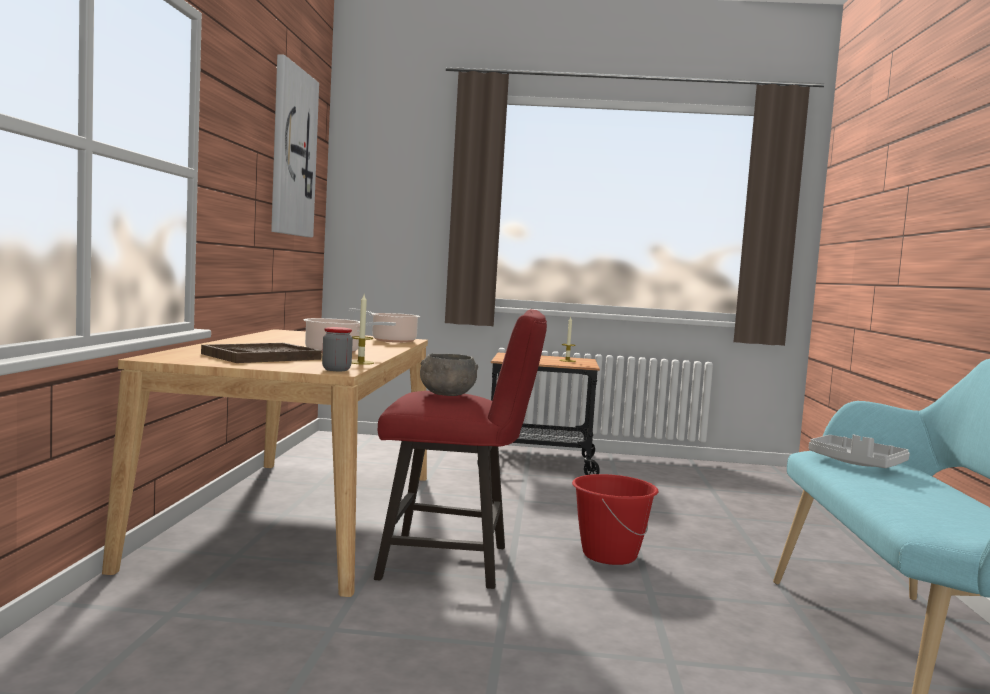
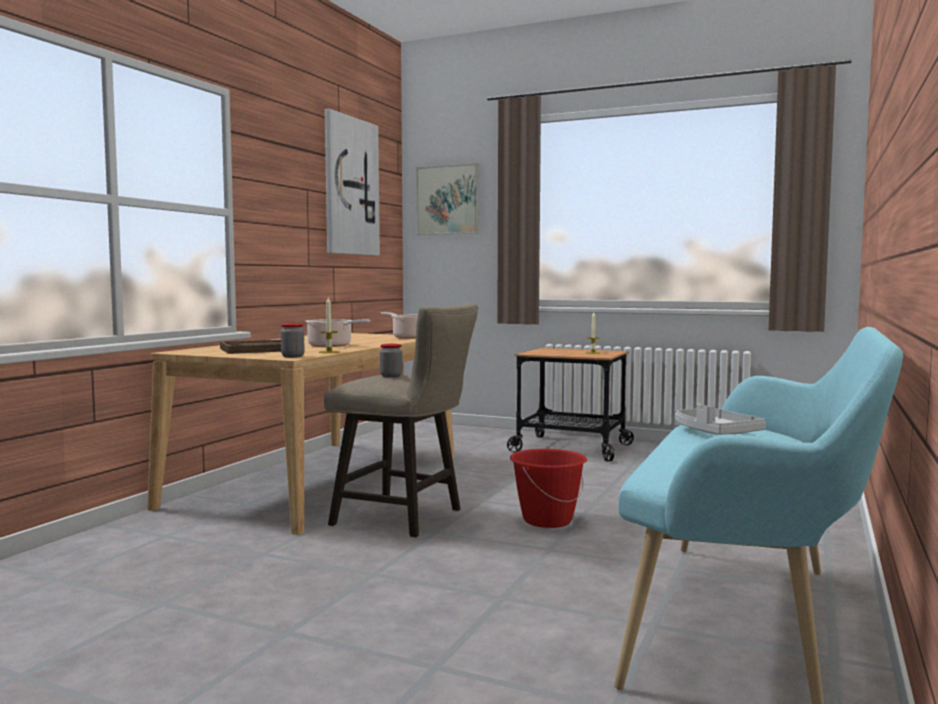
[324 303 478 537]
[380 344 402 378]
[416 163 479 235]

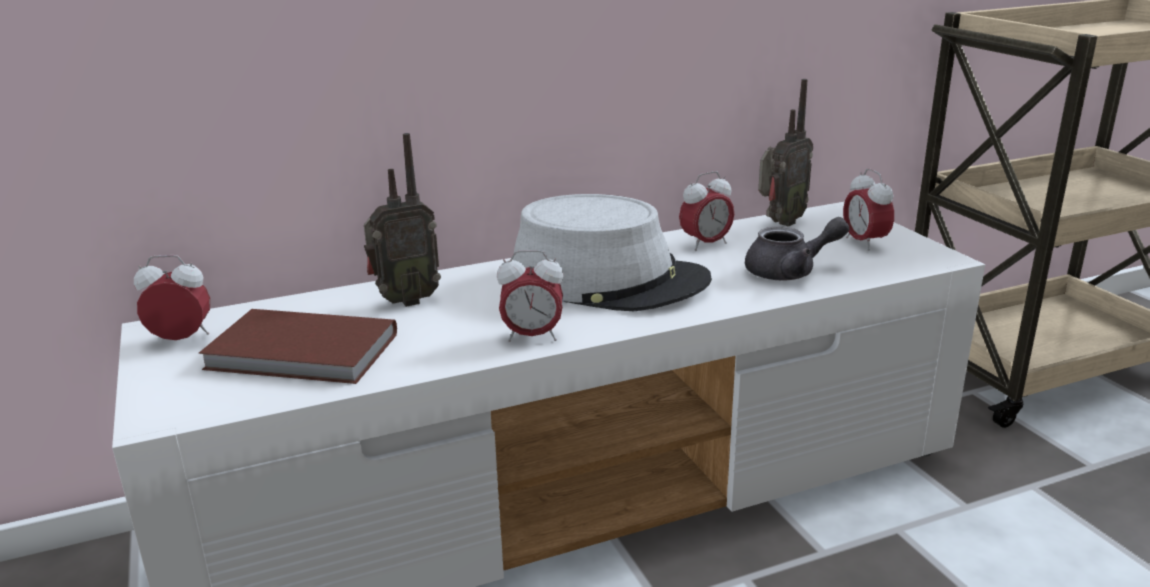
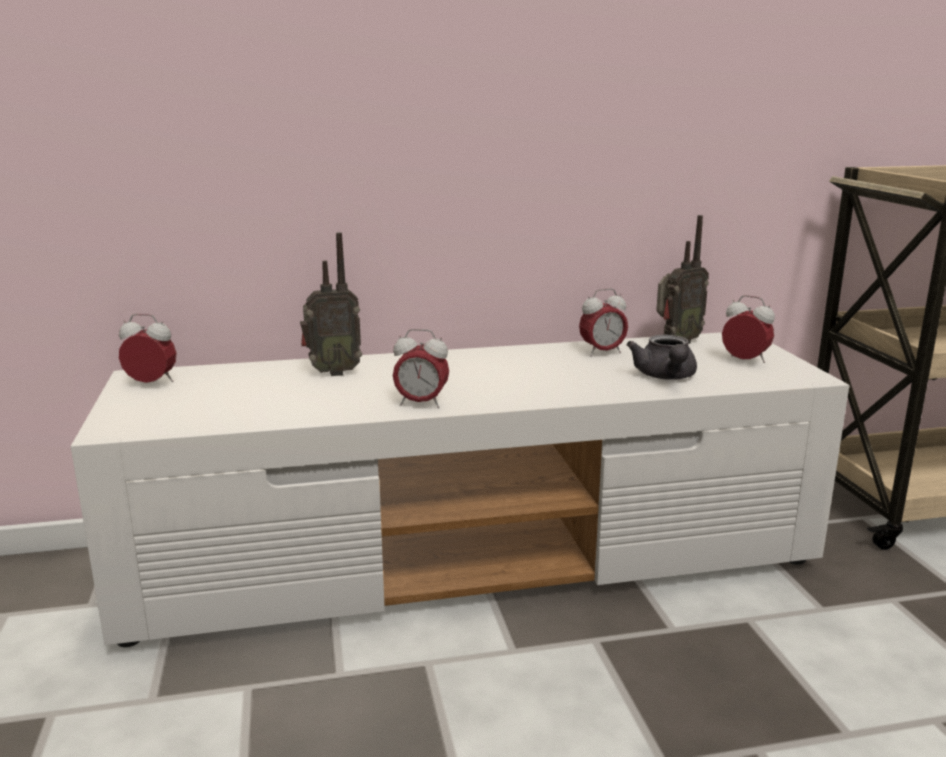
[722 295 775 363]
[513 194 712 311] (first image)
[627 334 697 380]
[199 309 397 384] (first image)

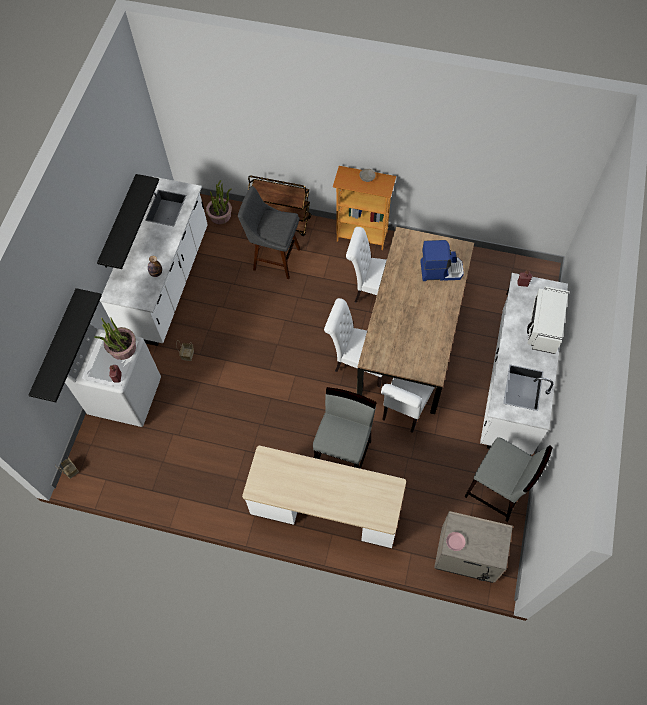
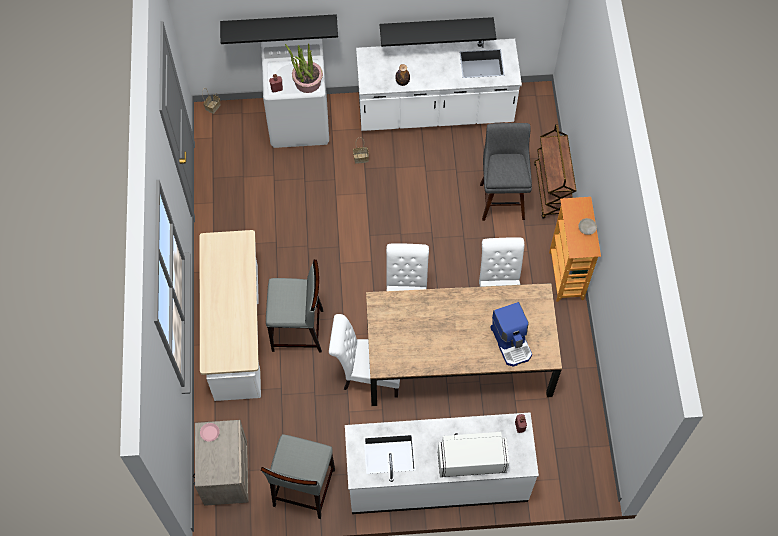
[206 180 232 224] (first image)

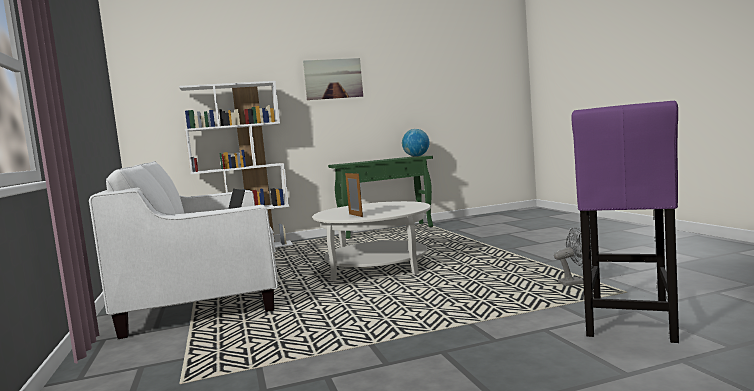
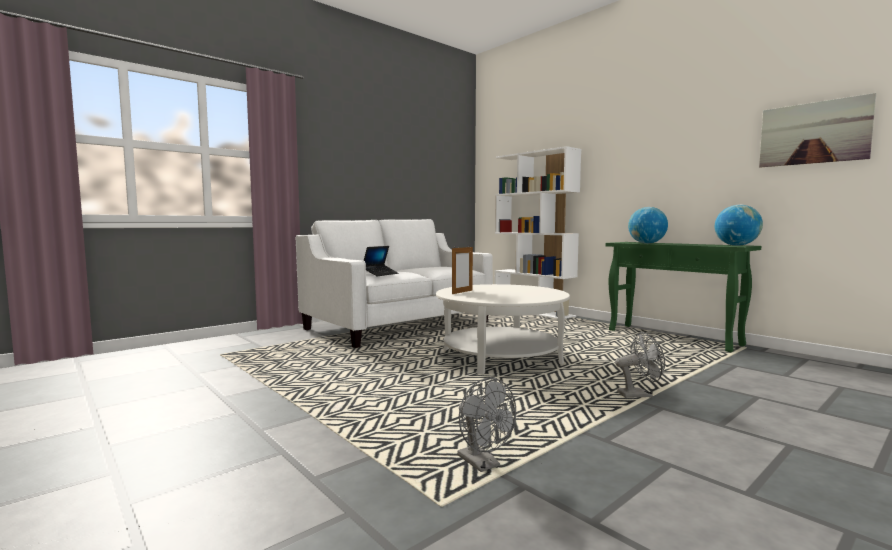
[759 93 876 168]
[572 101 679 343] (first image)
[628 207 668 244]
[615 332 665 398]

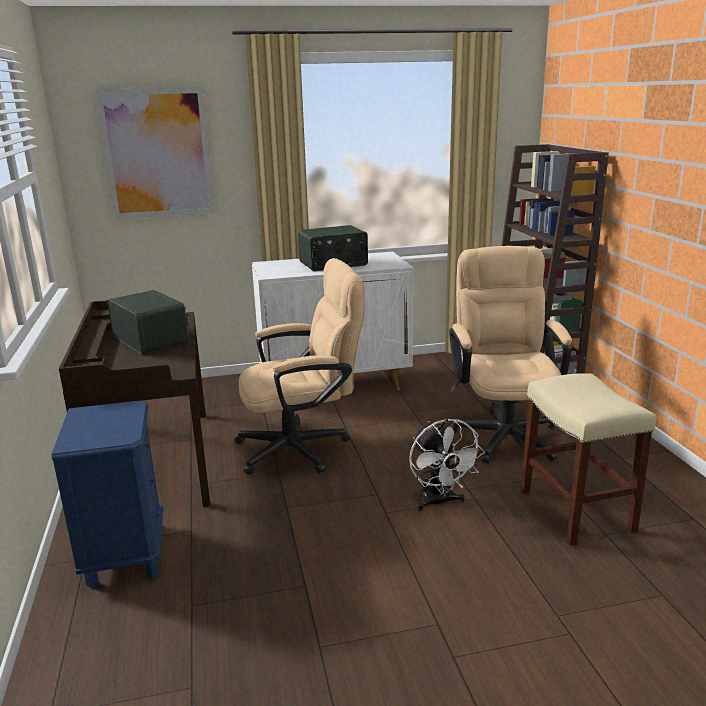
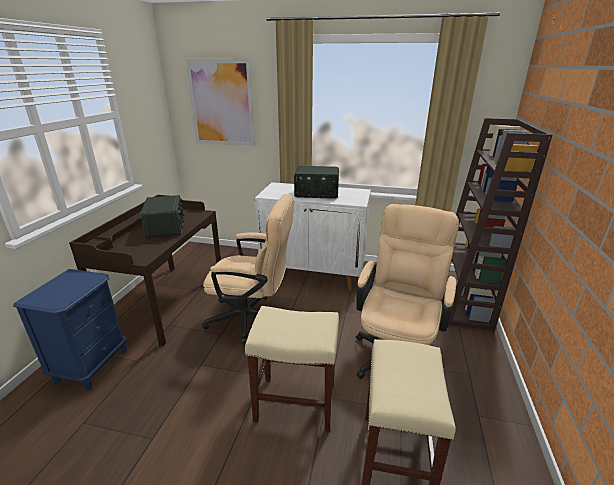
[245 306 339 432]

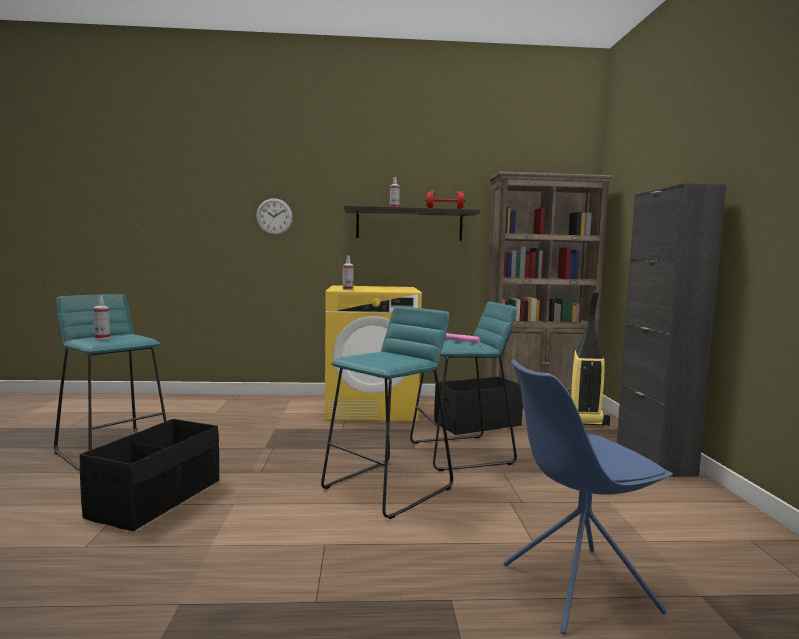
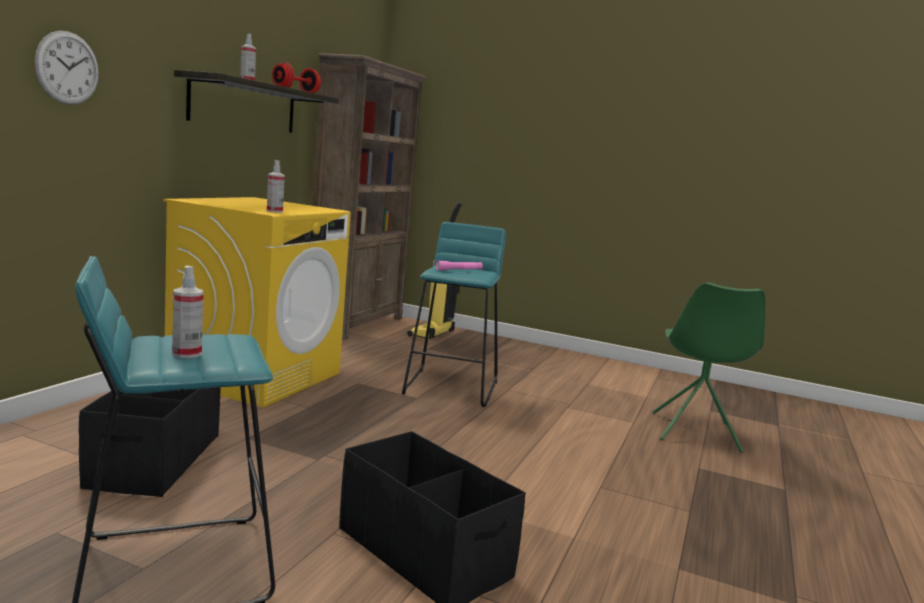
[617 183 726 477] (first image)
[321 306 453 519] (first image)
[652 283 765 453]
[79 387 220 497]

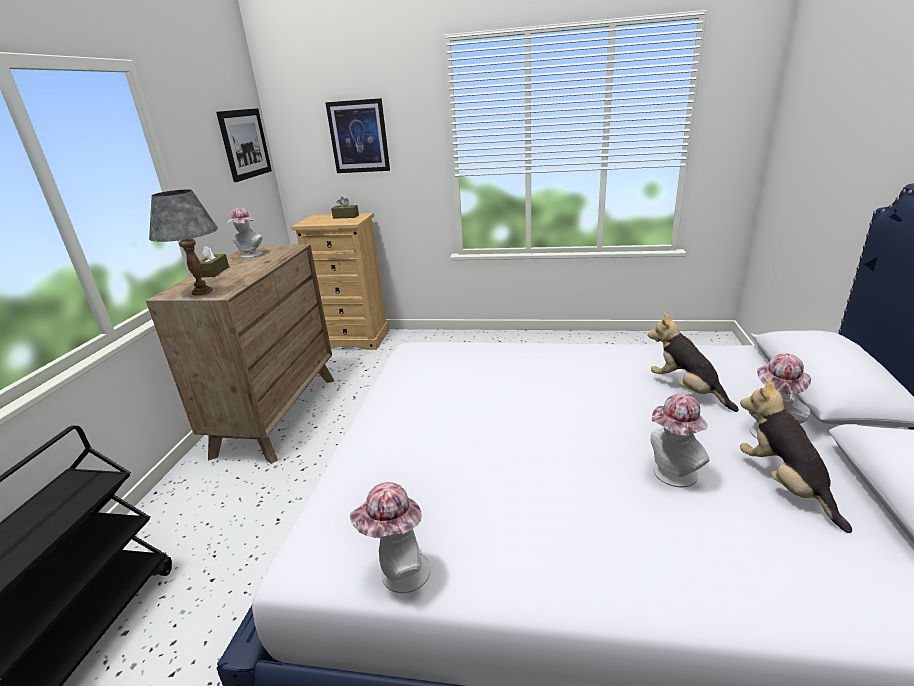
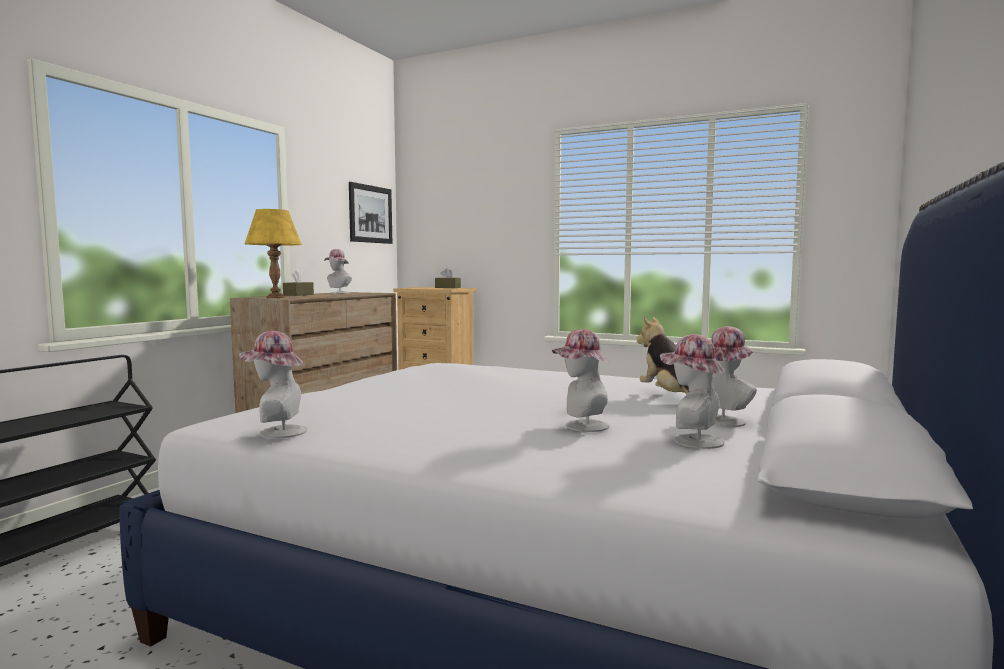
[325 98 390 173] (first image)
[245 209 302 298]
[660 334 725 449]

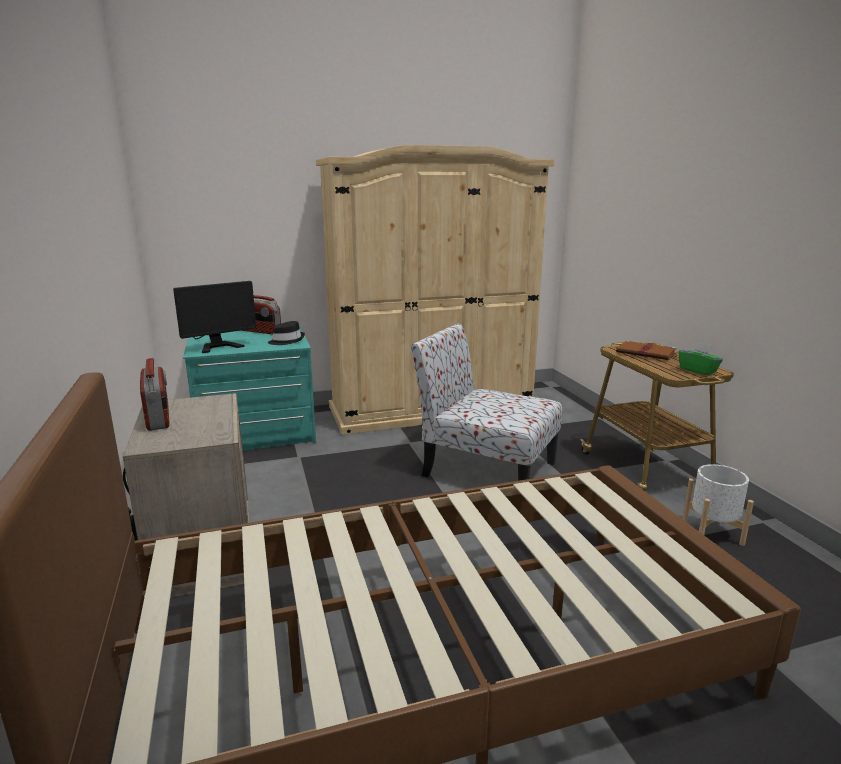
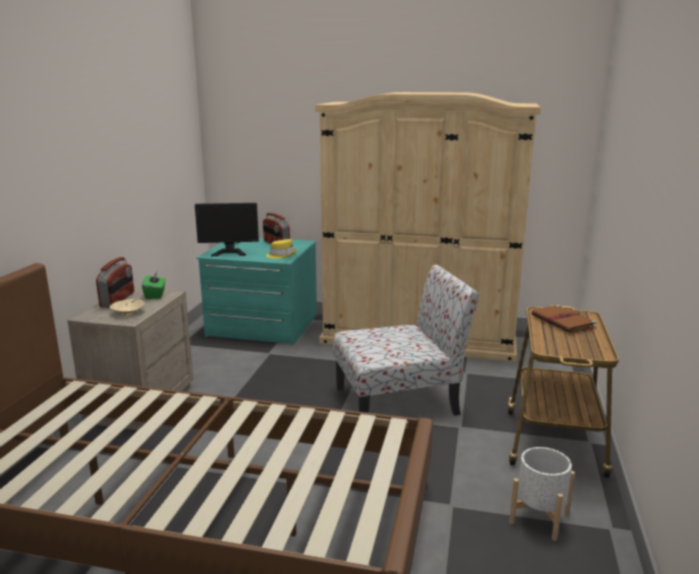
[266 239 297 259]
[333 264 479 416]
[142 271 166 299]
[110 299 145 316]

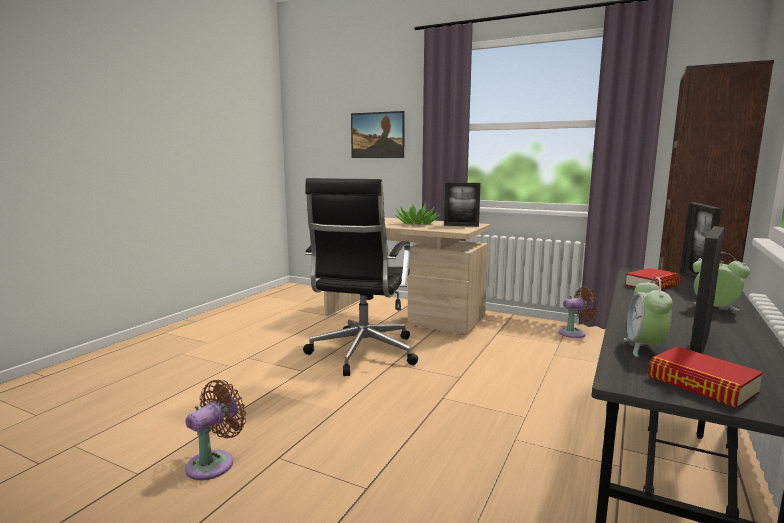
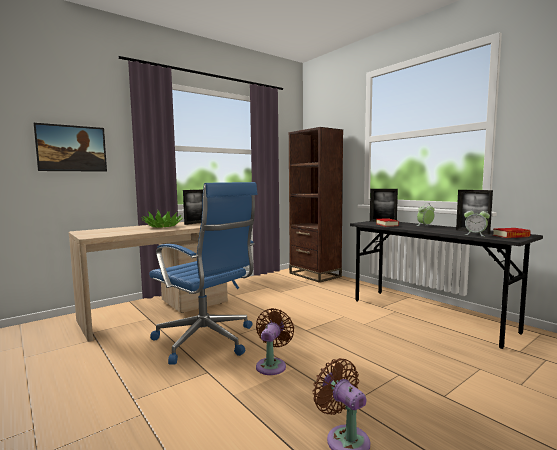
[149 182 258 365]
[256 308 294 375]

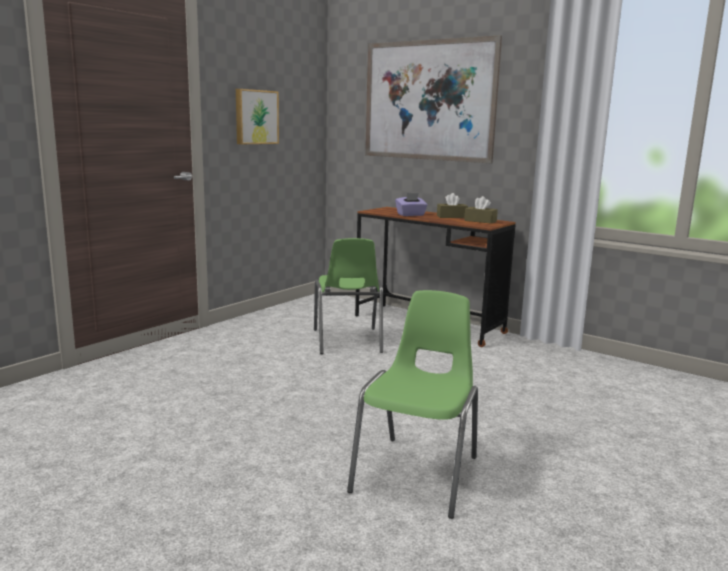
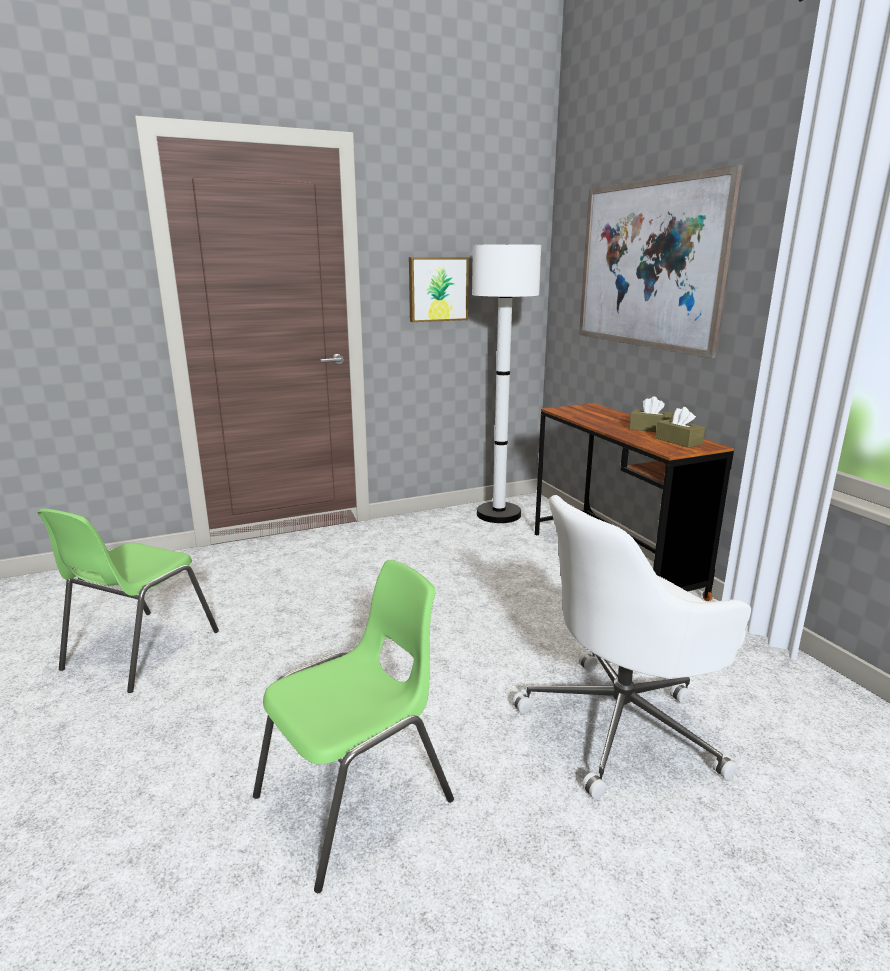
[395 193 428 216] (first image)
[37 509 219 693]
[472 244 541 523]
[512 495 751 799]

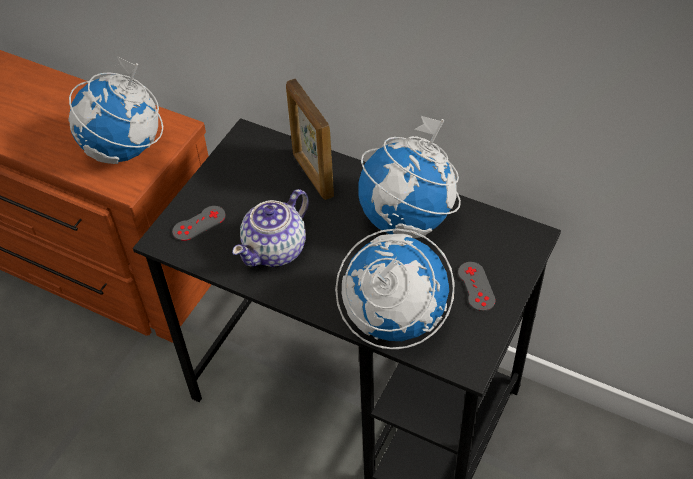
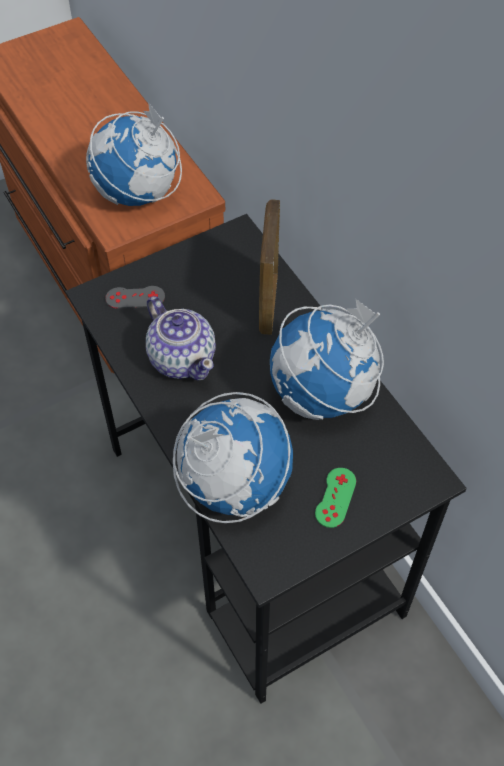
[146 296 216 380]
[315 468 356 528]

